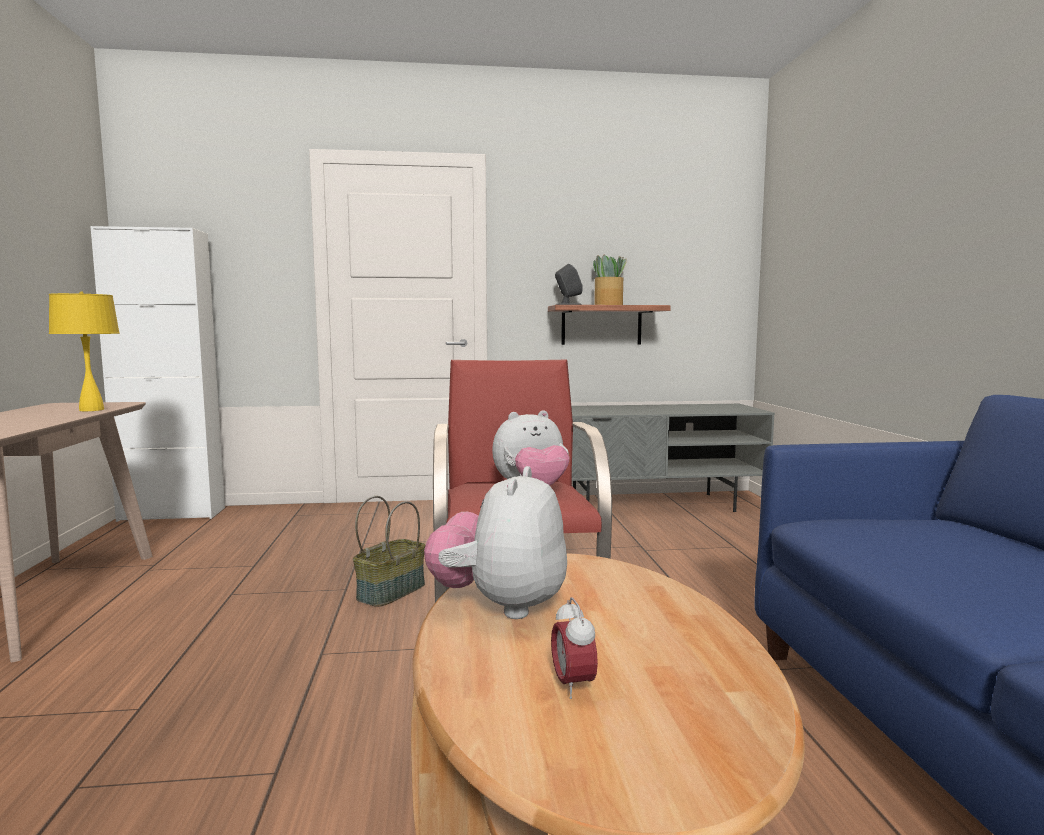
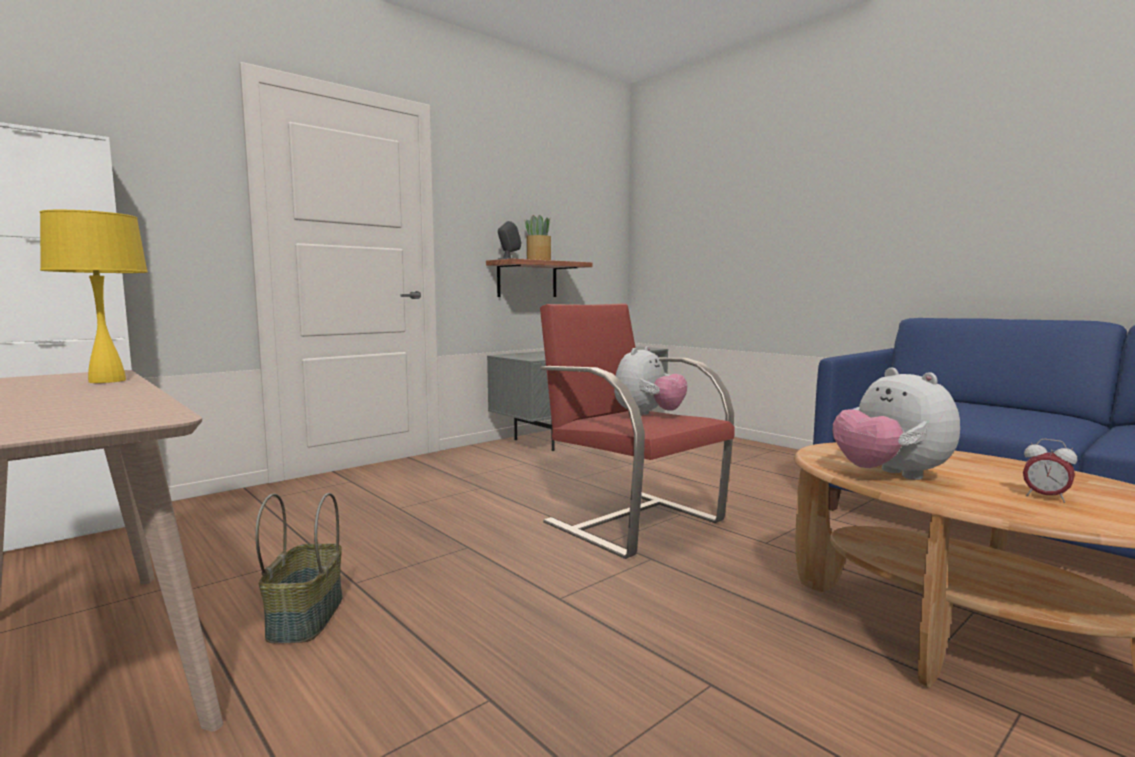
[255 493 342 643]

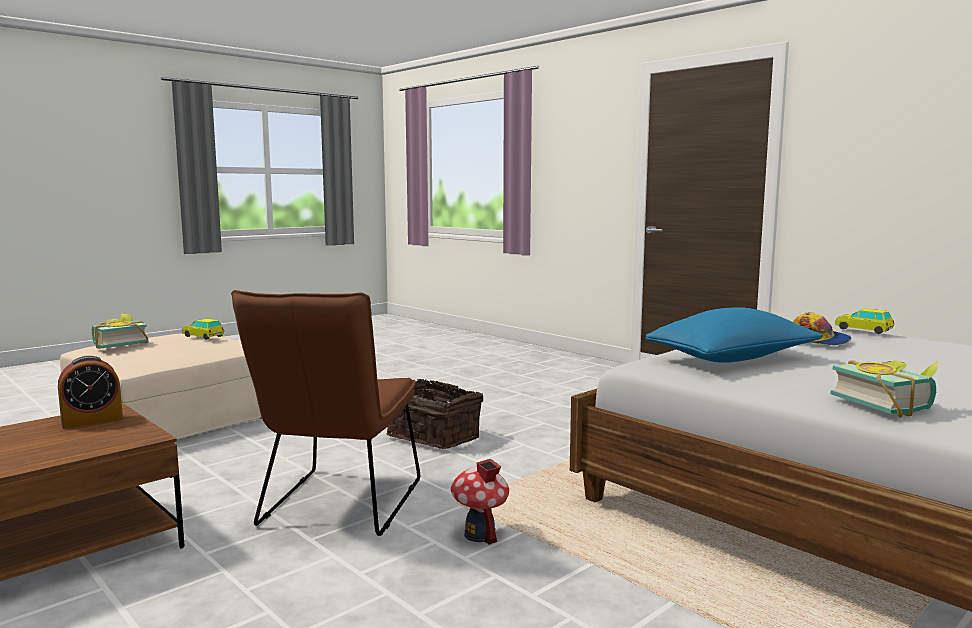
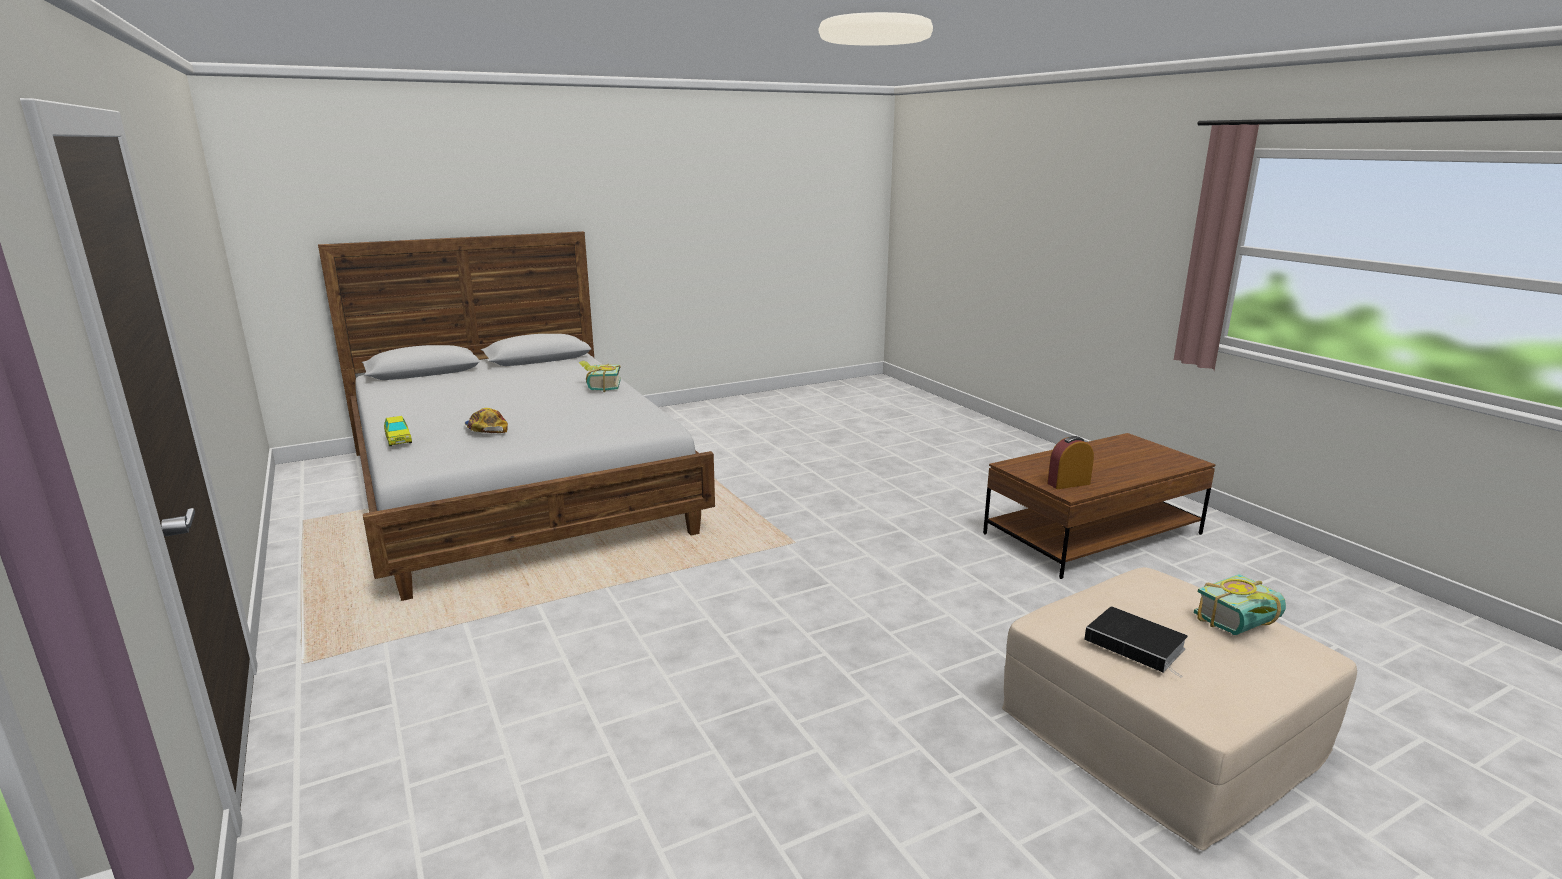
[231 290 420 536] (first image)
[646 307 823 363] (first image)
[1084 607 1188 678]
[387 379 483 449] (first image)
[451 459 509 544] (first image)

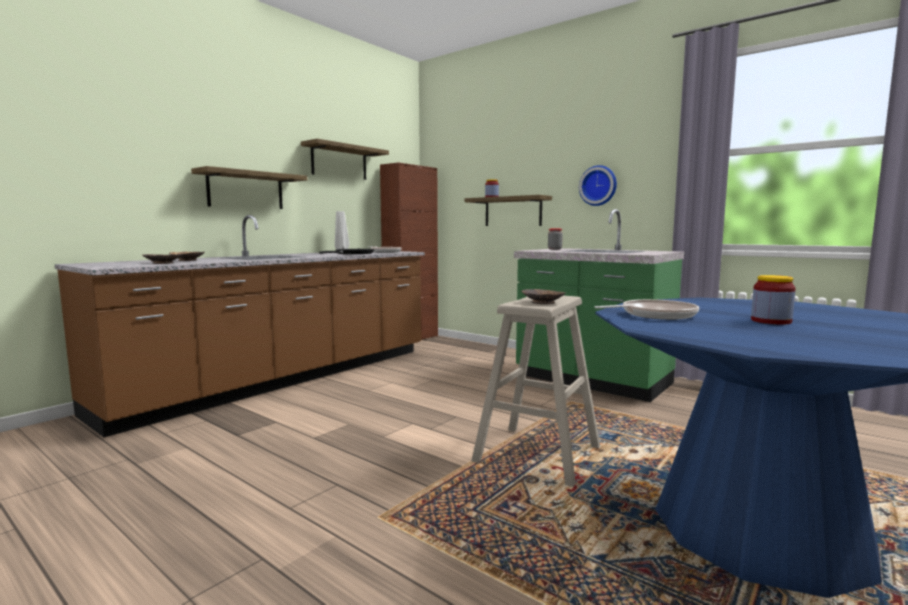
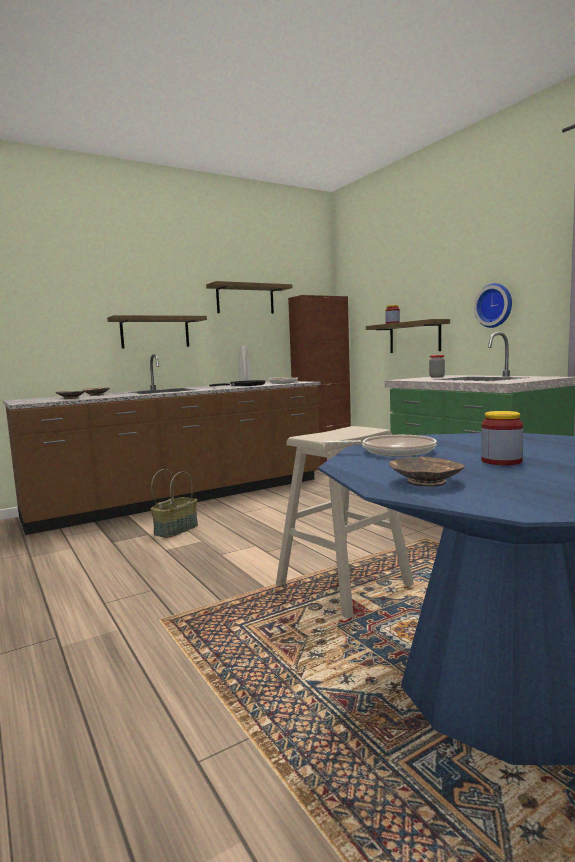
[389 456 465 487]
[151 469 198 538]

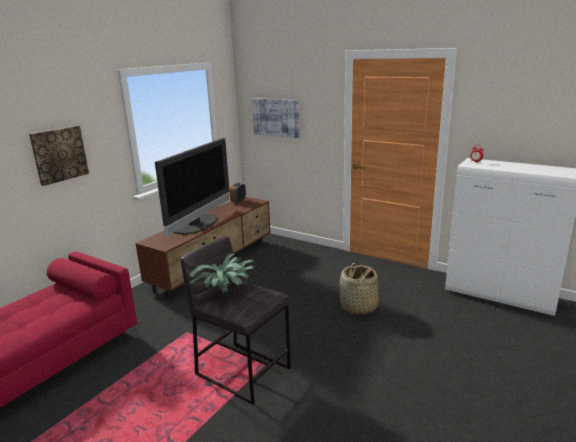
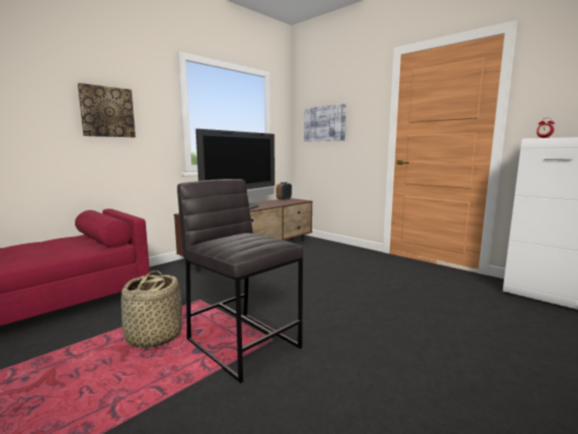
[188 253 255 293] (first image)
[121 271 182 348]

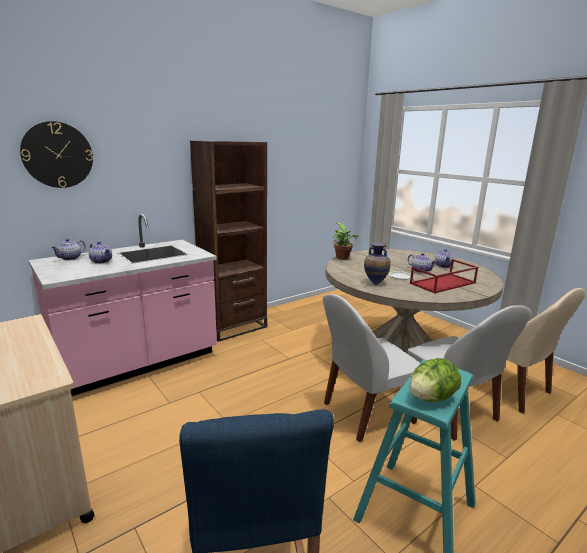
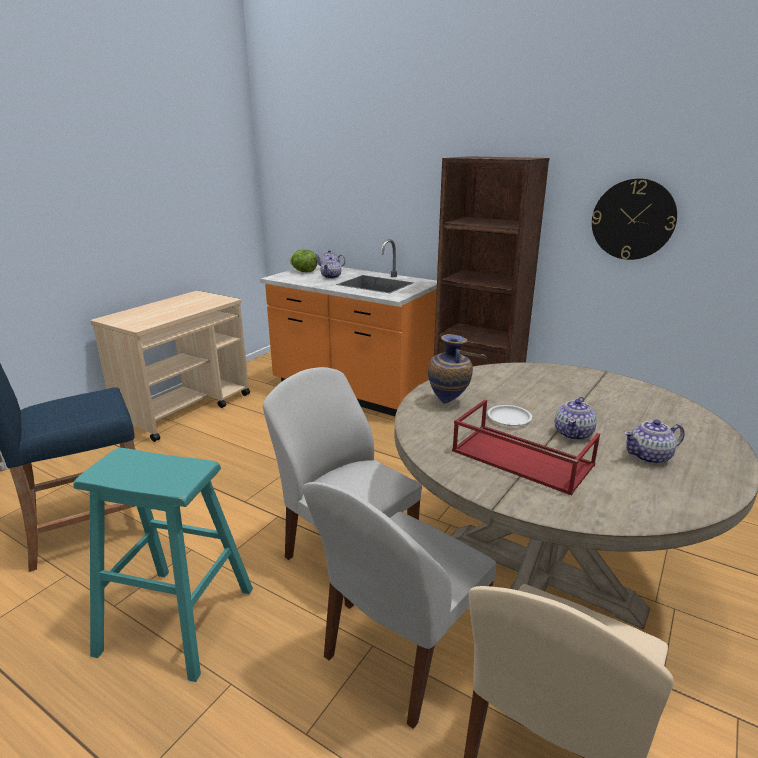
[592 178 677 260]
[260 239 437 416]
[333 223 359 260] (first image)
[290 250 318 272]

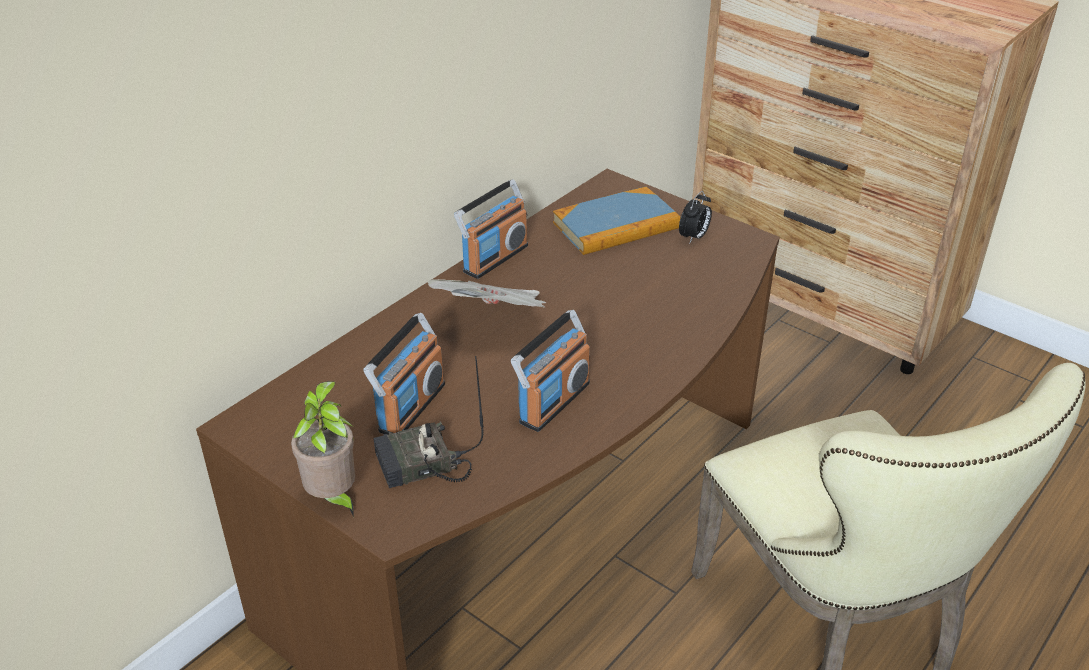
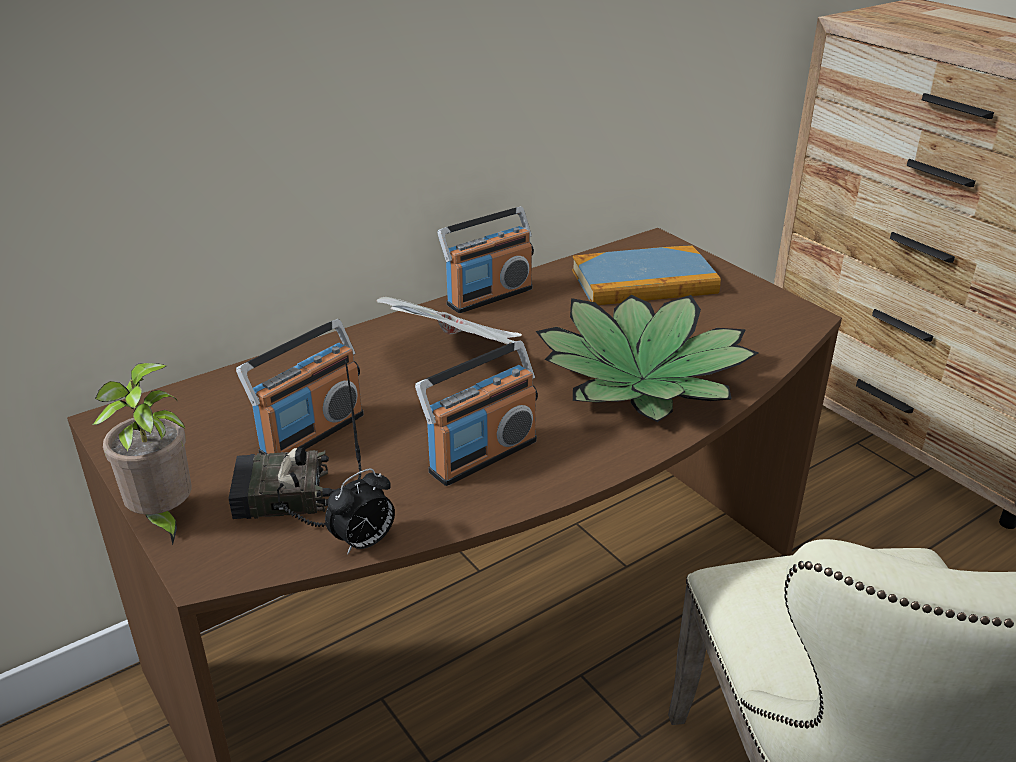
[325 468 395 555]
[536 295 759 422]

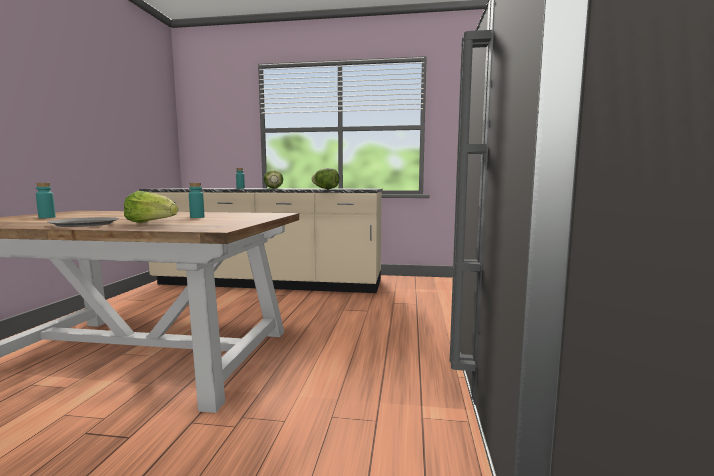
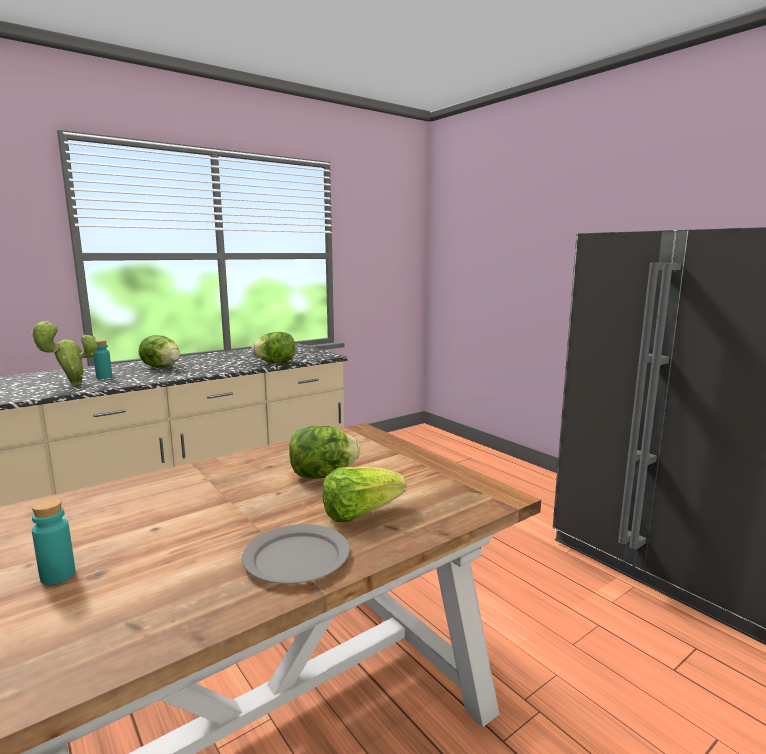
[289 425 360 479]
[30 321 97 385]

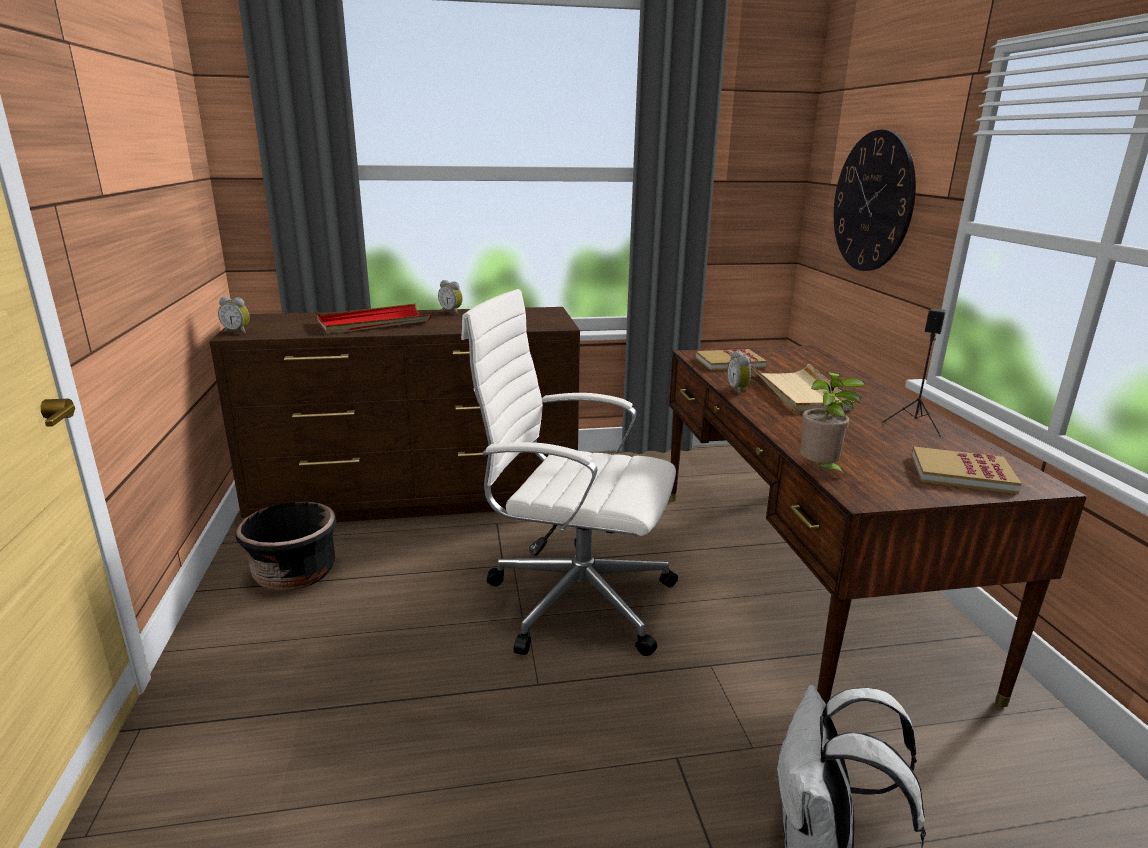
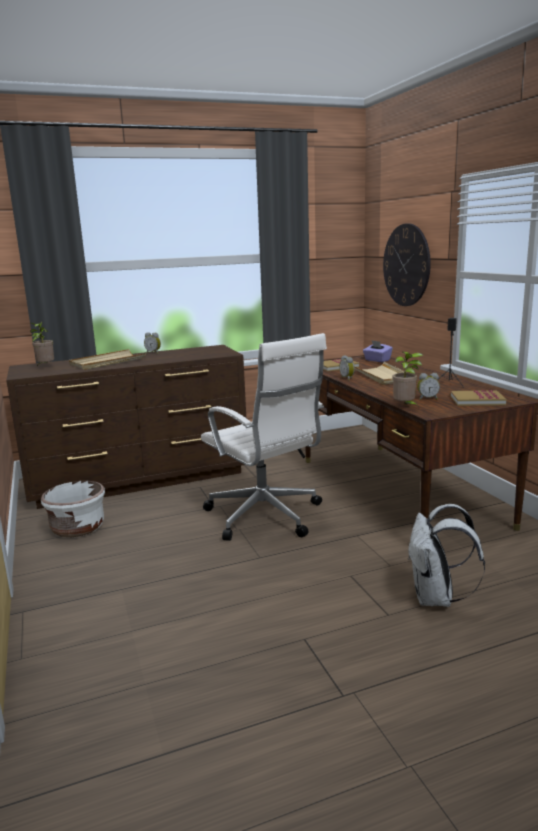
[201 333 327 541]
[417 373 440 400]
[69 349 146 370]
[41 481 105 537]
[30 321 54 366]
[363 340 393 362]

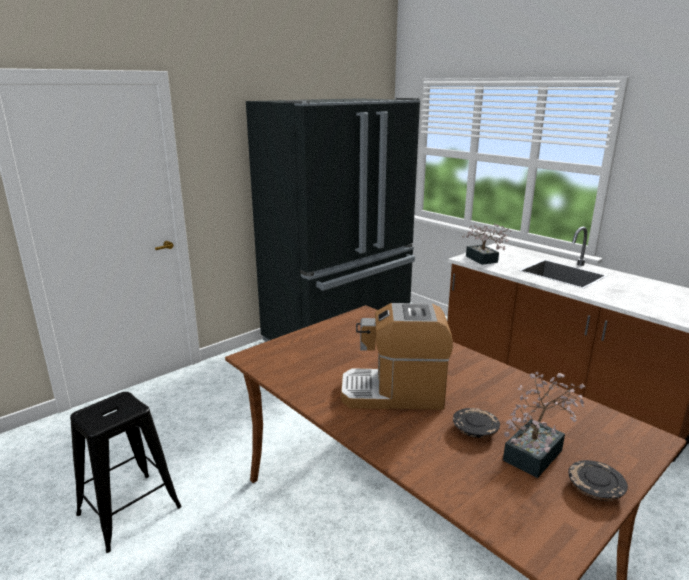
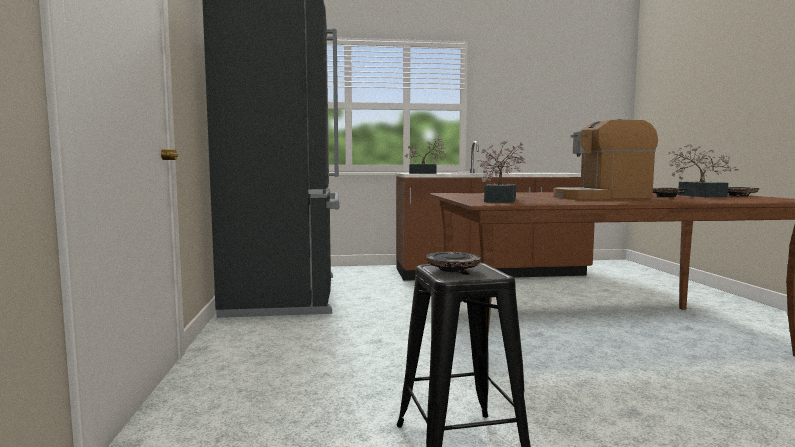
[553 119 658 200]
[477 140 526 203]
[426 252 481 272]

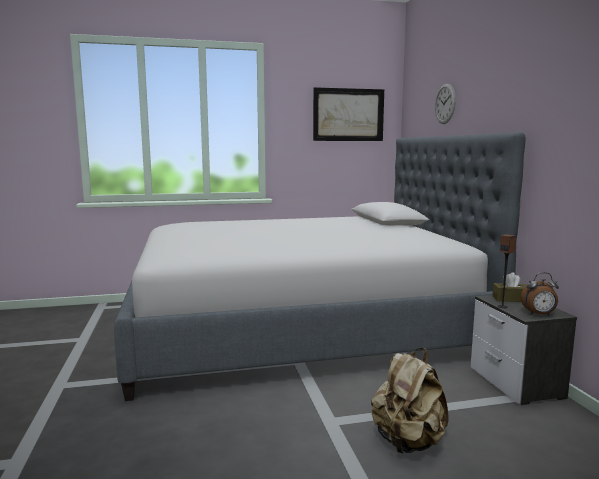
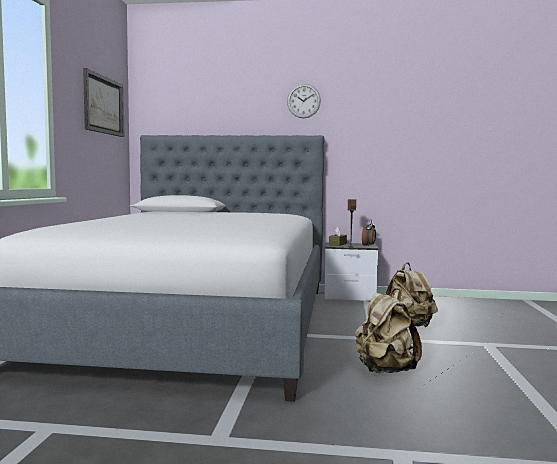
[287 84 321 118]
[355 288 422 374]

